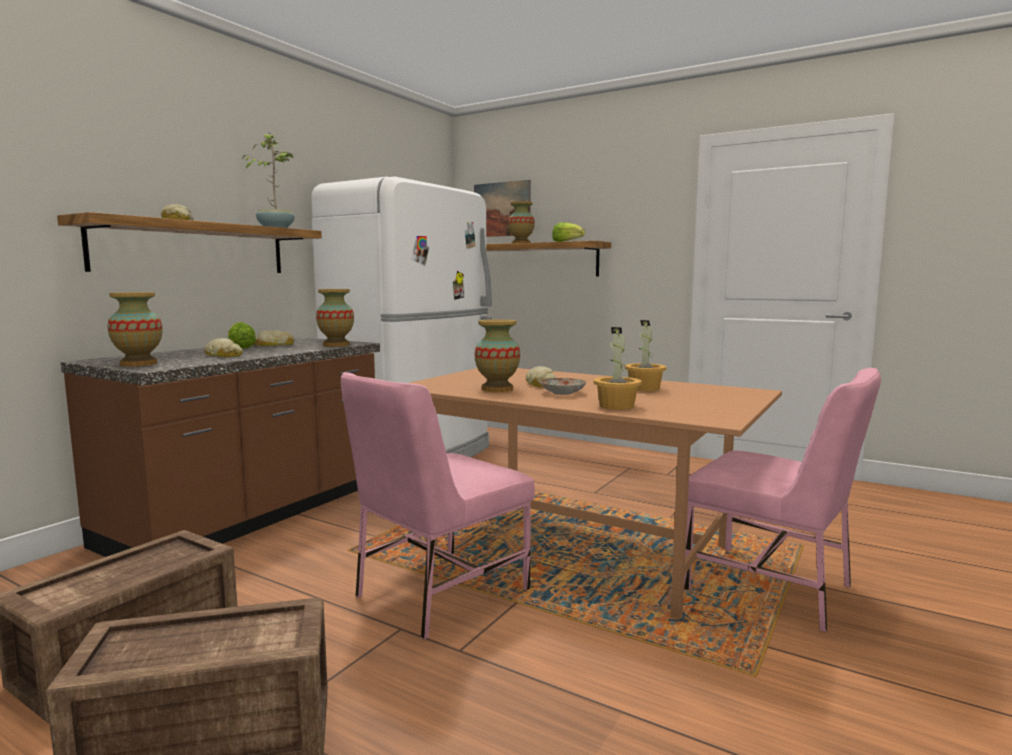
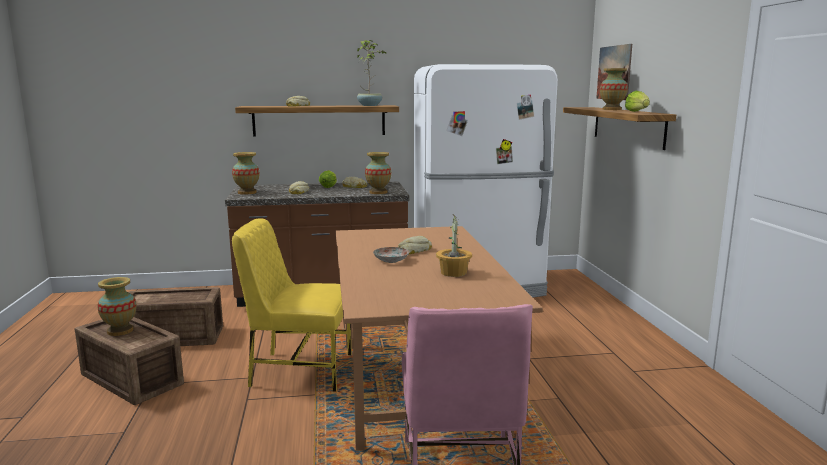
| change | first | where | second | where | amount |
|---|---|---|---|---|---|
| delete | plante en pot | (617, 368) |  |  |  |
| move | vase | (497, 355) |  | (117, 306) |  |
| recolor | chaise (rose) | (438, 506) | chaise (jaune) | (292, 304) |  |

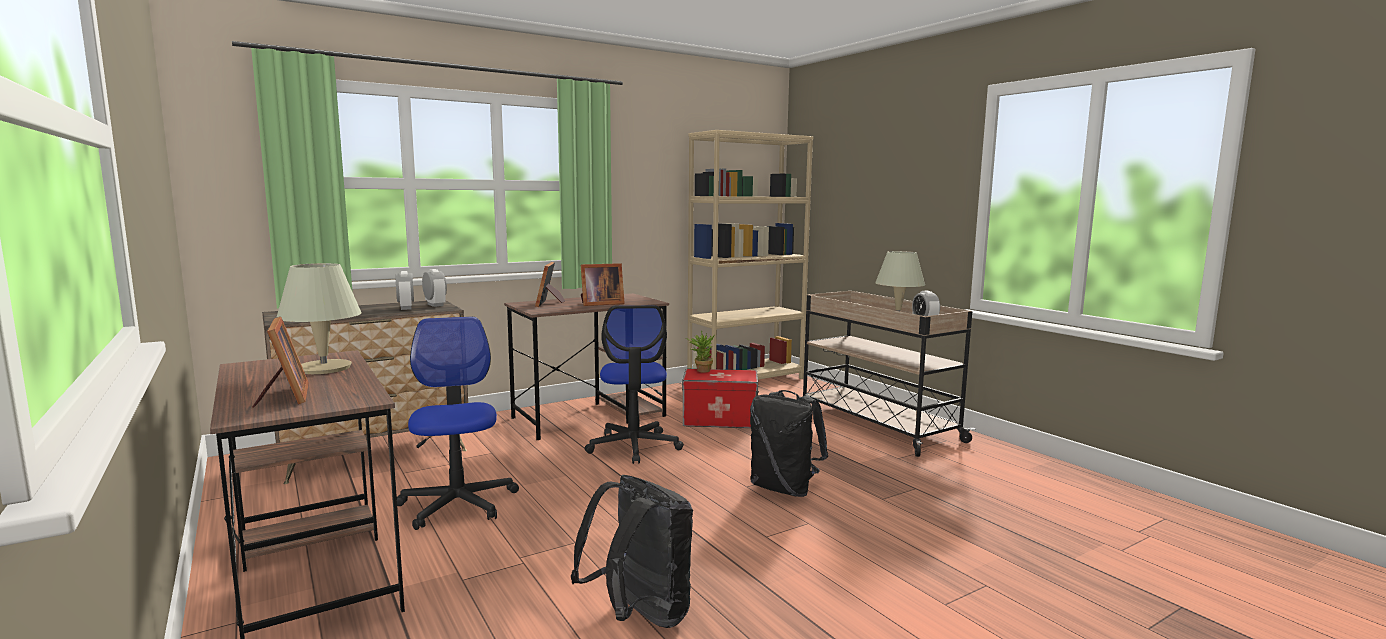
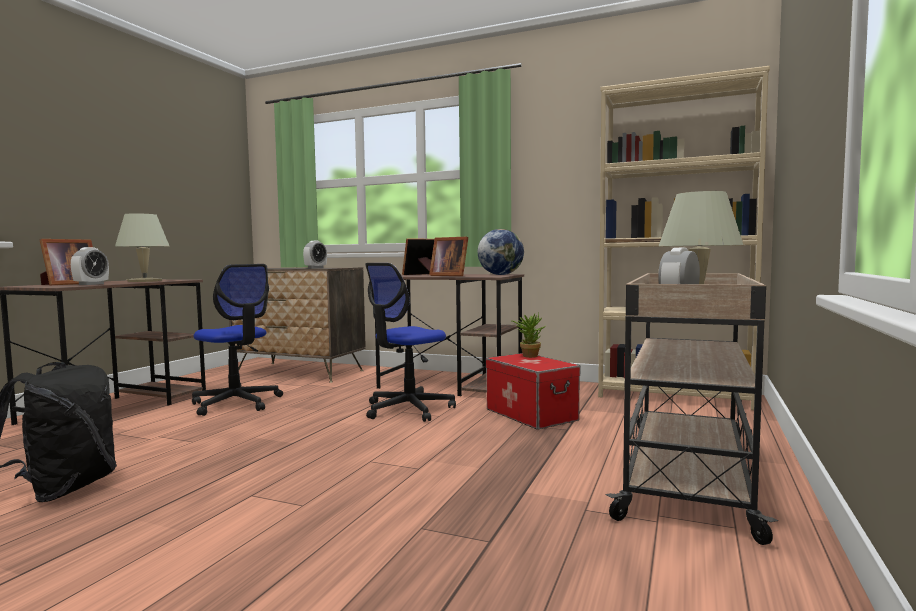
| change | first | where | second | where | amount |
|---|---|---|---|---|---|
| delete | sac à dos (noir) | (789, 443) |  |  |  |
| insert |  |  | globe | (501, 252) |  |
| move | réveil | (434, 288) |  | (90, 266) |  |
| rotate | chaise de bureau | (458, 423) |  | (237, 340) | 90 degrees clockwise |

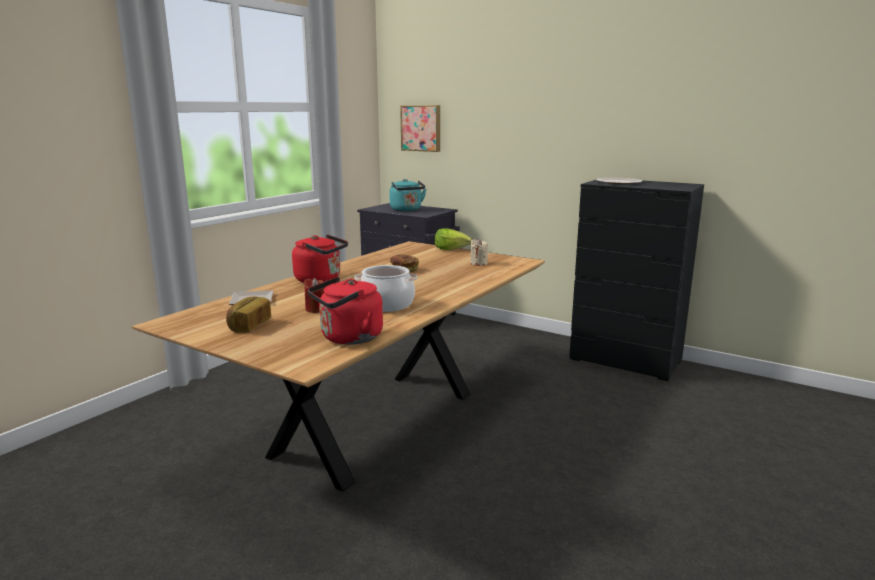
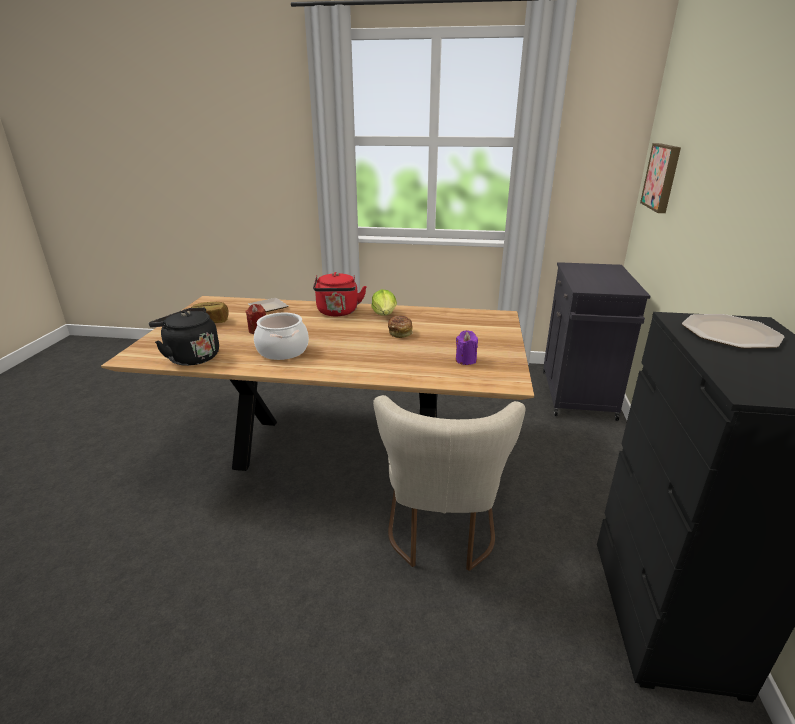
| change | first | where | second | where | amount |
|---|---|---|---|---|---|
| delete | bouilloire (turquoise) | (407, 195) |  |  |  |
| insert |  |  | chaise (beige) | (449, 483) |  |
| move | laitue | (453, 239) |  | (384, 302) |  |
| recolor | bouilloire (rouge) | (345, 311) | bouilloire (noir) | (184, 336) |  |
| recolor | bougie (beige) | (479, 252) | bougie (violet) | (467, 347) |  |

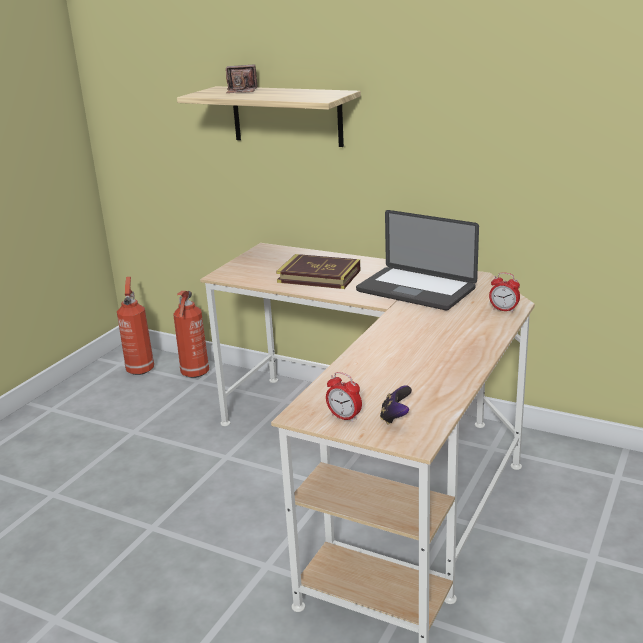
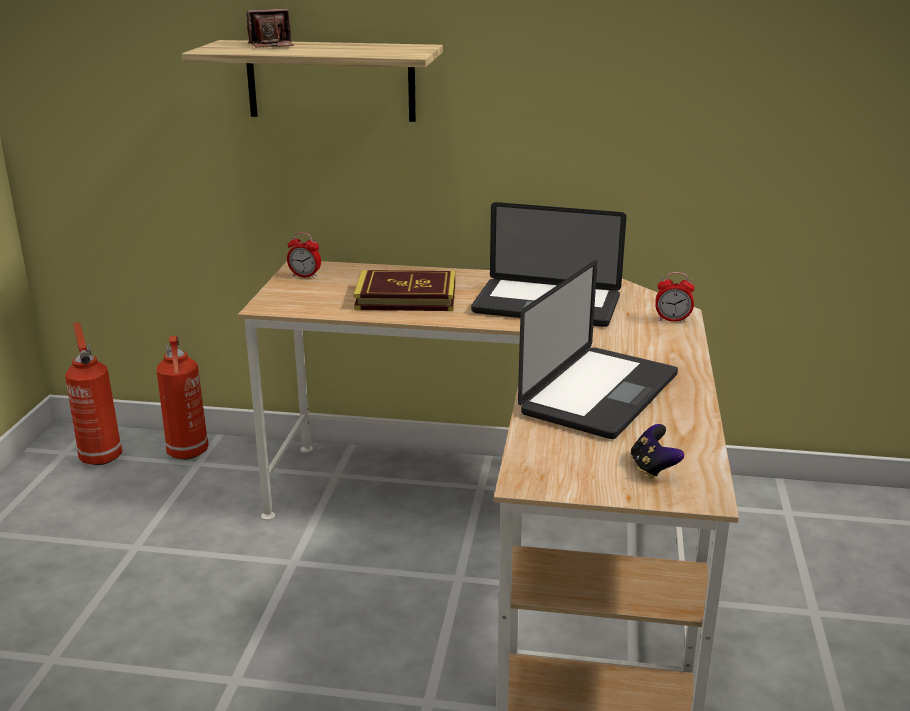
| change | first | where | second | where | amount |
|---|---|---|---|---|---|
| insert |  |  | ordinateur portable | (598, 349) |  |
| move | réveil | (344, 397) |  | (304, 255) |  |

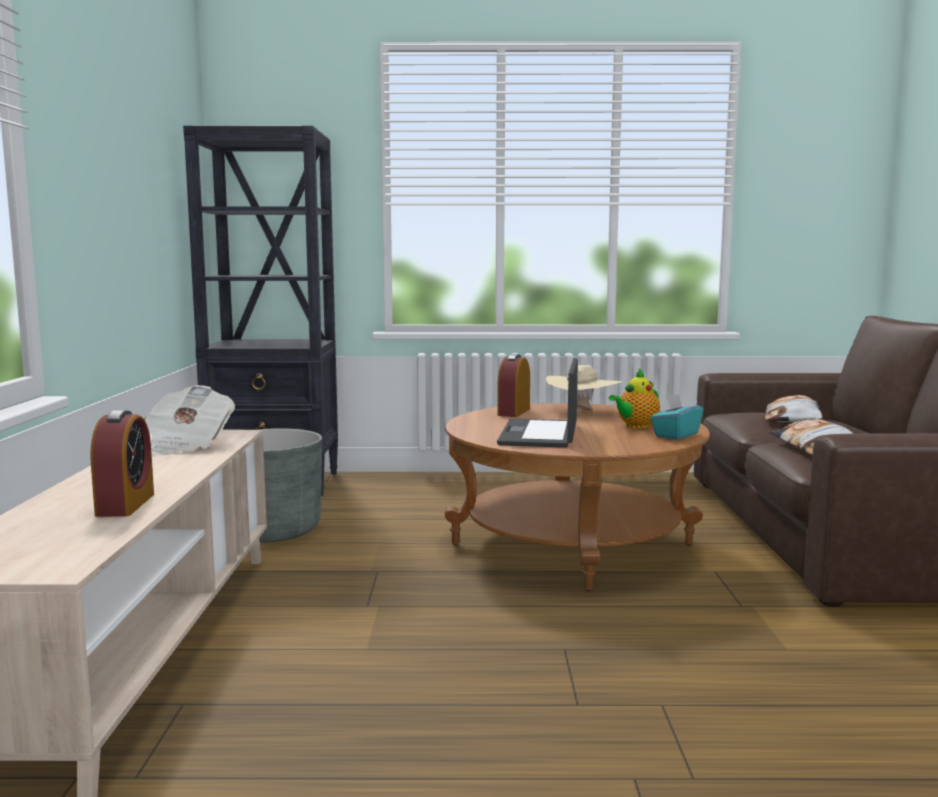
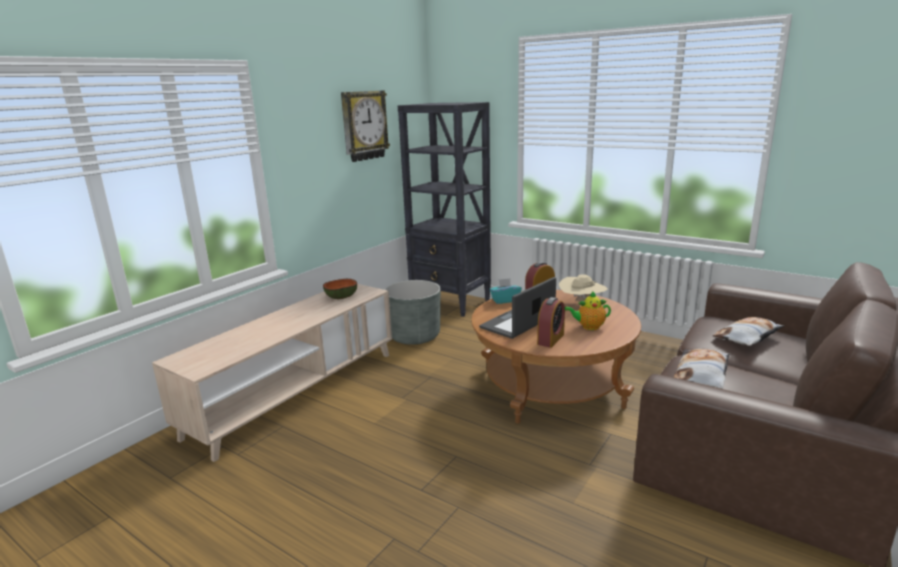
| change | first | where | second | where | amount |
|---|---|---|---|---|---|
| insert |  |  | horloge murale | (365, 126) |  |
| move | réveil | (122, 463) |  | (551, 322) |  |
| move | boîte à mouchoirs (turquoise) | (677, 417) |  | (506, 291) |  |
| replace | journal | (189, 420) | bol | (340, 289) |  |

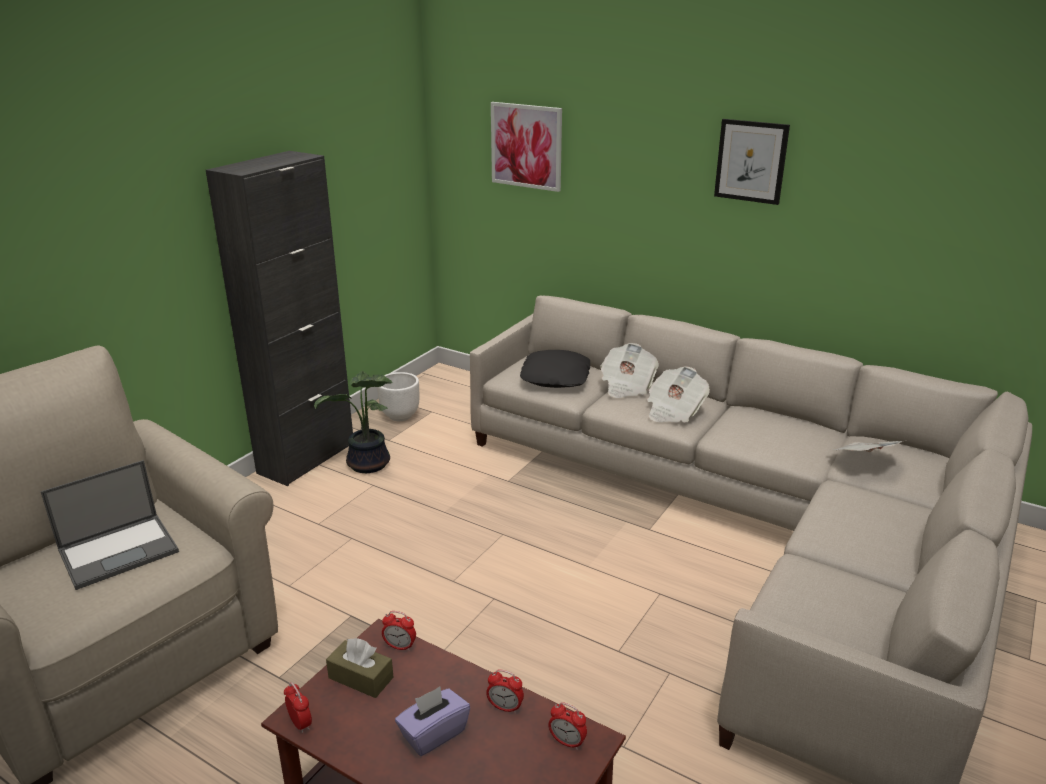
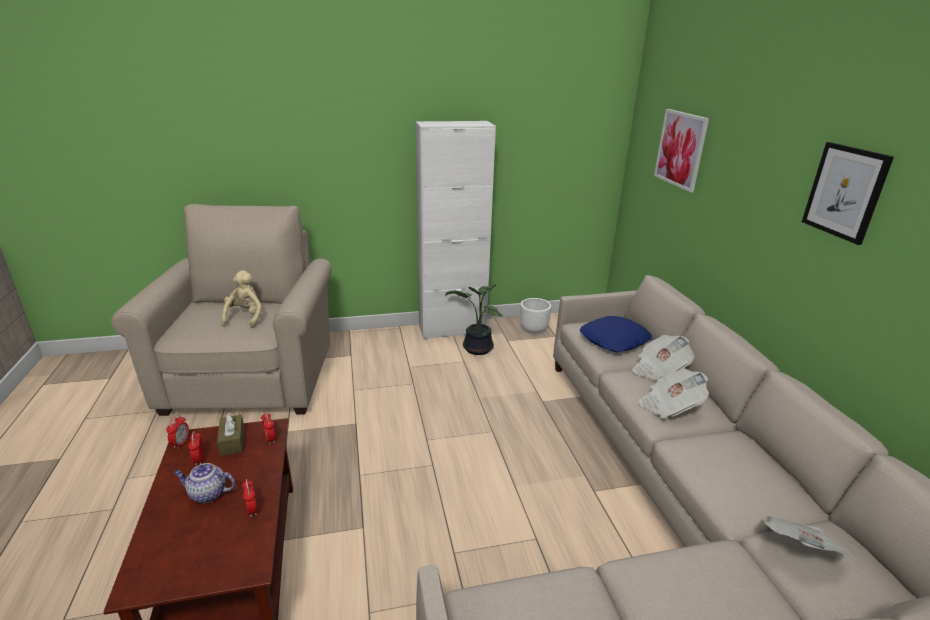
| change | first | where | second | where | amount |
|---|---|---|---|---|---|
| move | réveil | (567, 725) |  | (196, 448) |  |
| replace | ordinateur portable | (109, 525) | peluche (beige) | (241, 299) |  |
| replace | boîte à mouchoirs (violet) | (432, 721) | théière | (204, 483) |  |
| recolor | meuble de rangement (noir) | (279, 318) | meuble de rangement (blanc) | (456, 230) |  |
| recolor | coussin (noir) | (555, 369) | coussin (bleu) | (616, 334) |  |

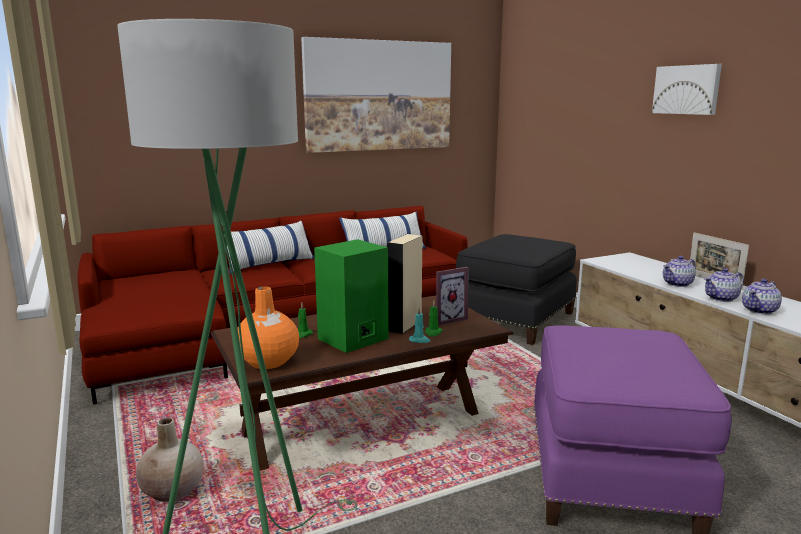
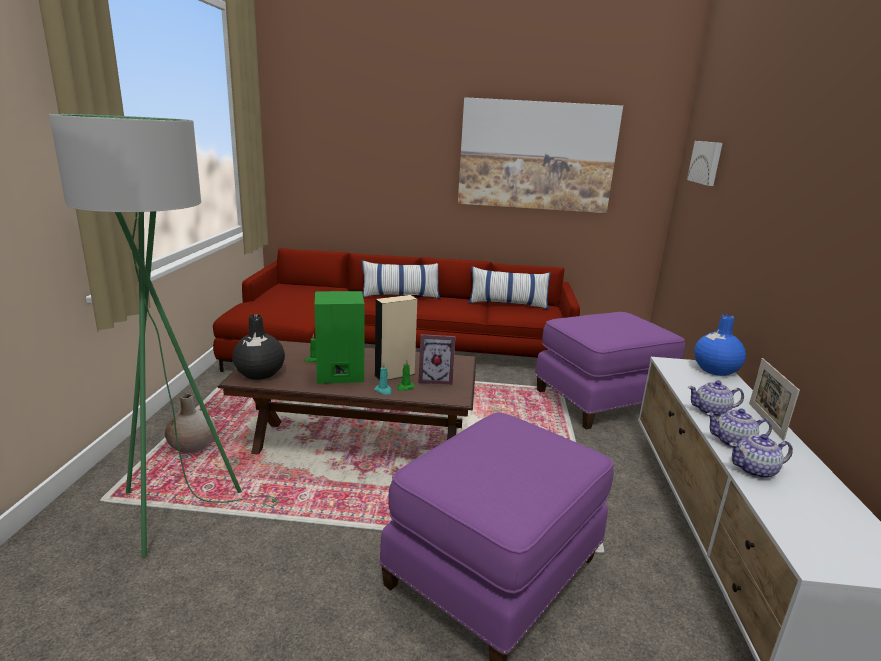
| change | first | where | second | where | amount |
|---|---|---|---|---|---|
| insert |  |  | vase (bleu) | (720, 345) |  |
| move | tableau | (687, 89) |  | (705, 163) |  |
| recolor | vase (orange) | (268, 327) | vase (noir) | (258, 347) |  |
| recolor | pouf (noir) | (516, 289) | pouf (violet) | (610, 370) |  |

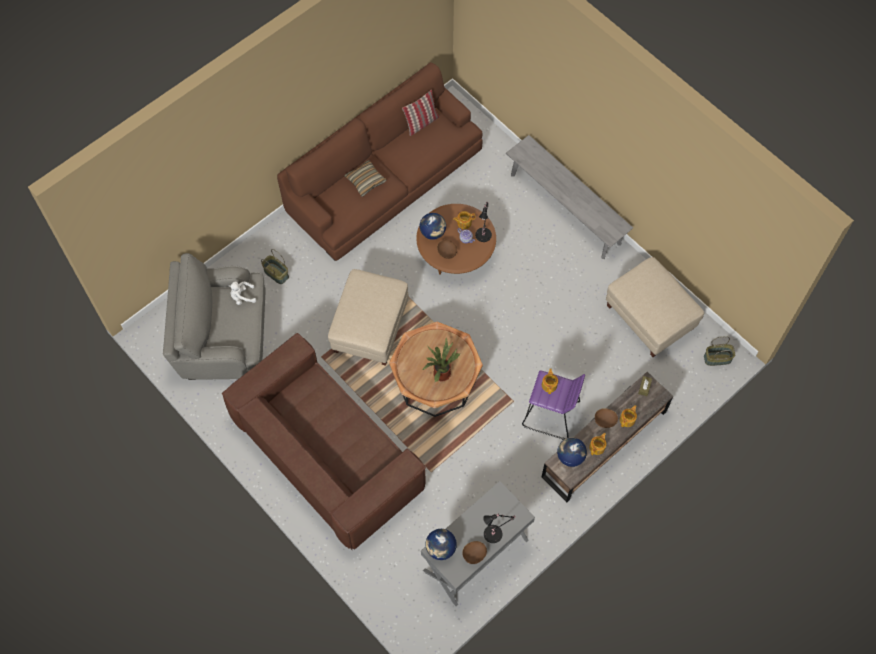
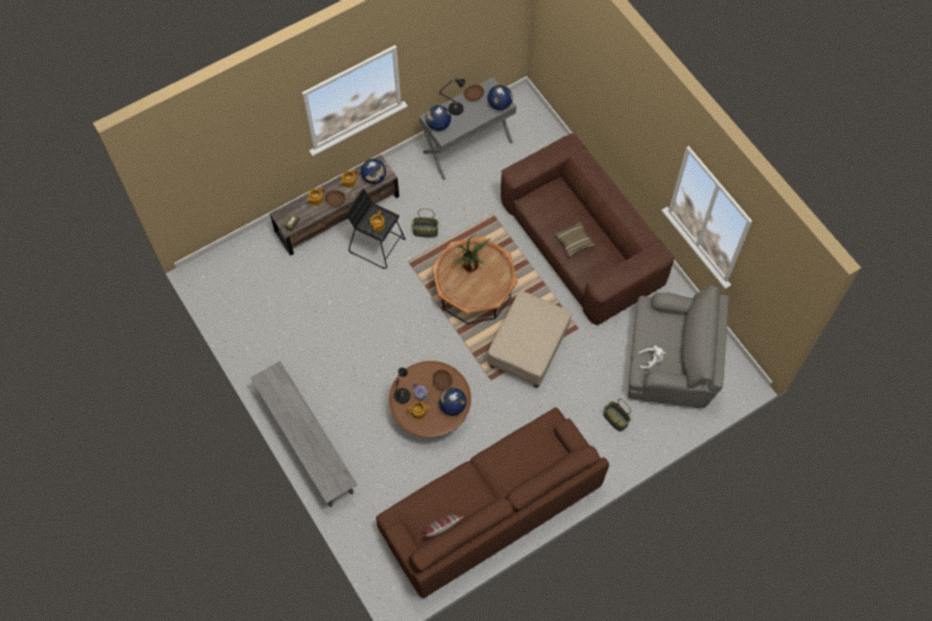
| change | first | where | second | where | amount |
|---|---|---|---|---|---|
| delete | pouf (beige) | (655, 307) |  |  |  |
| insert |  |  | globe | (438, 118) |  |
| move | coussin | (365, 178) |  | (575, 239) |  |
| move | panier | (719, 351) |  | (425, 223) |  |
| recolor | tabouret (violet) | (553, 405) | tabouret (noir) | (375, 229) |  |

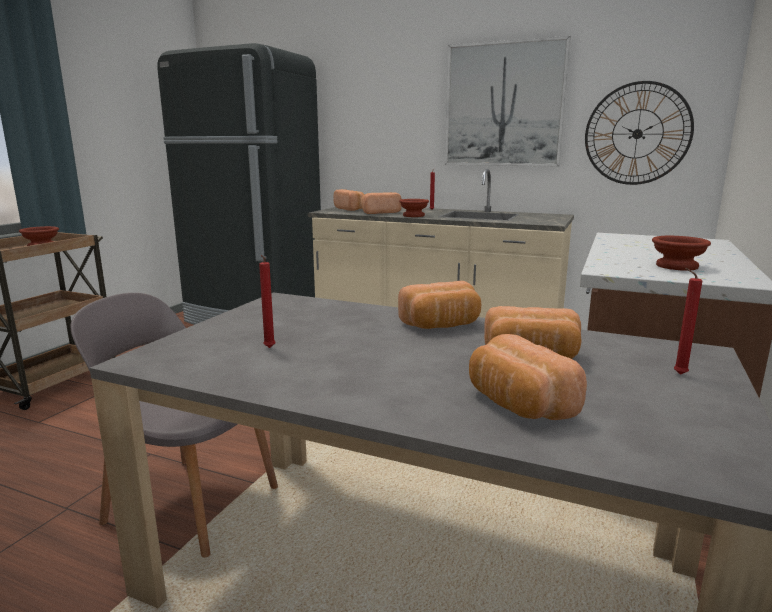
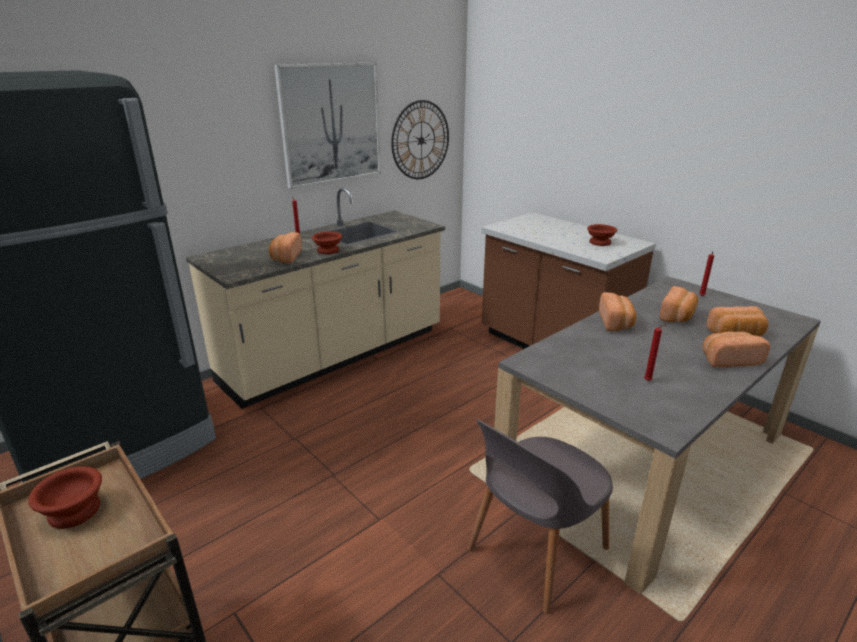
| change | first | where | second | where | amount |
|---|---|---|---|---|---|
| move | pain | (349, 200) |  | (736, 349) |  |

